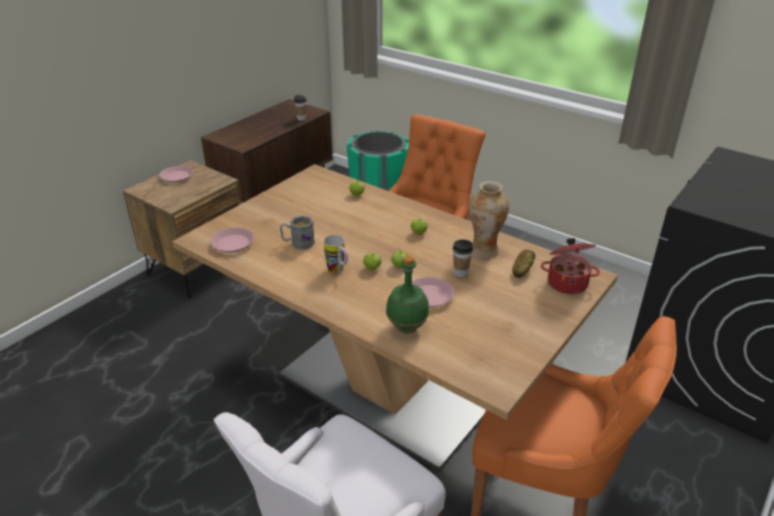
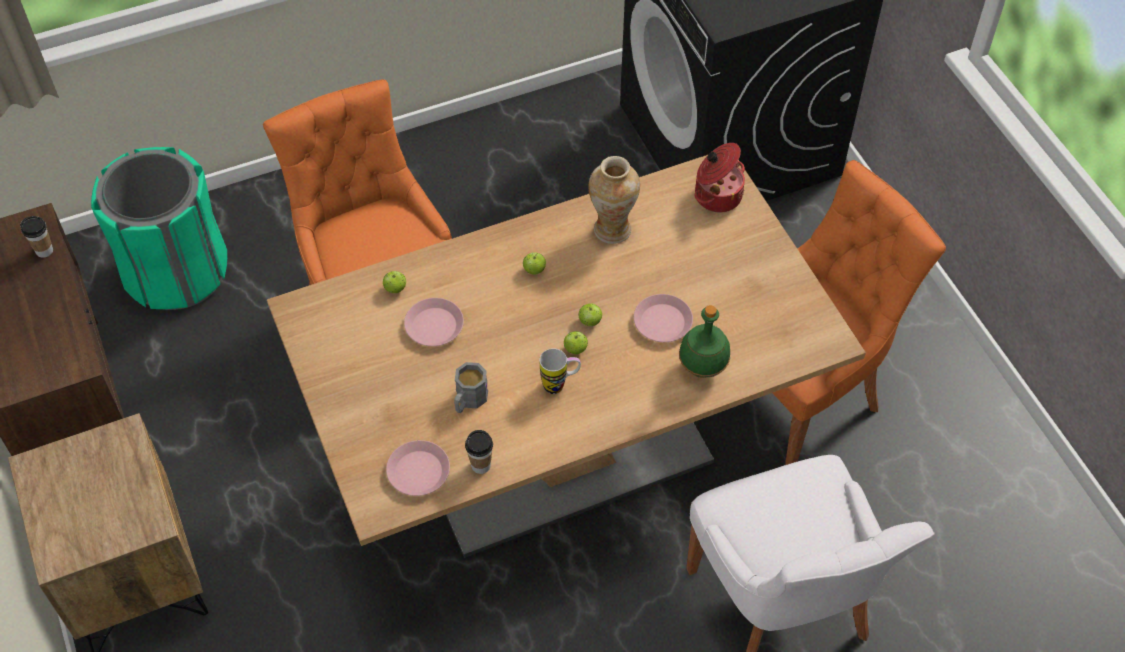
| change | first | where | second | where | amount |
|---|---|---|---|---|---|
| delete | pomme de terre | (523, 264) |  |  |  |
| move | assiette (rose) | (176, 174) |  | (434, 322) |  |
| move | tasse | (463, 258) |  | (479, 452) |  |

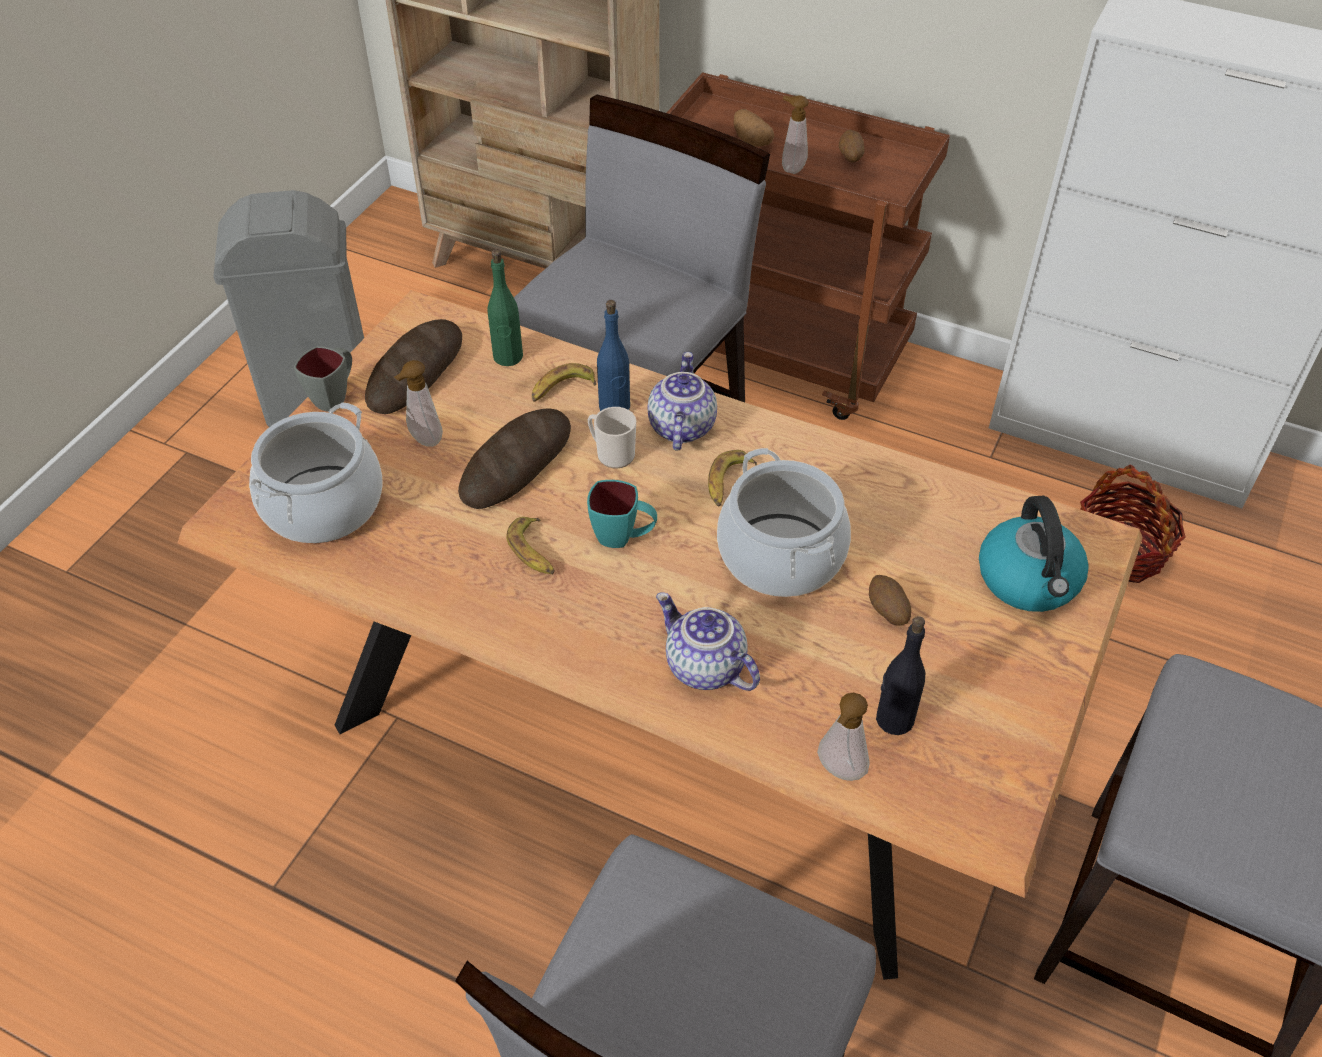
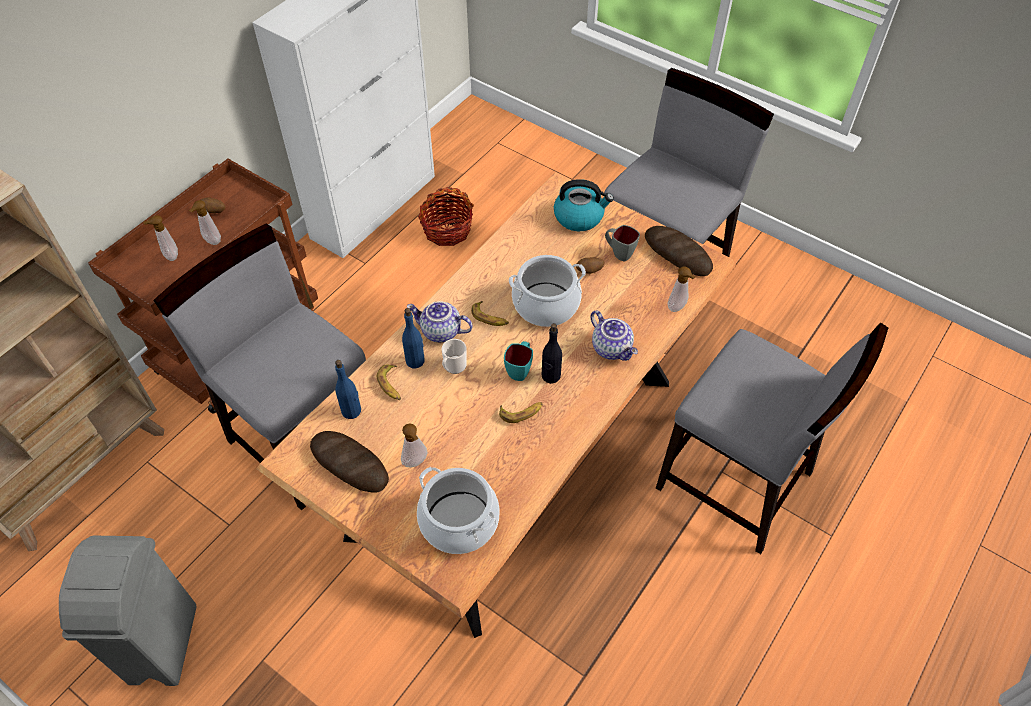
| change | first | where | second | where | amount |
|---|---|---|---|---|---|
| move | mug (gris) | (323, 379) |  | (622, 243) |  |
| move | pain | (514, 459) |  | (679, 251) |  |
| move | bouteille (noir) | (900, 675) |  | (552, 353) |  |
| replace | pomme de terre | (753, 128) | distributeur de savon | (160, 238) |  |
| recolor | bouteille (vert) | (505, 307) | bouteille (bleu) | (348, 389) |  |
| rotate | théière | (708, 641) |  | (614, 335) | 90 degrees counterclockwise |

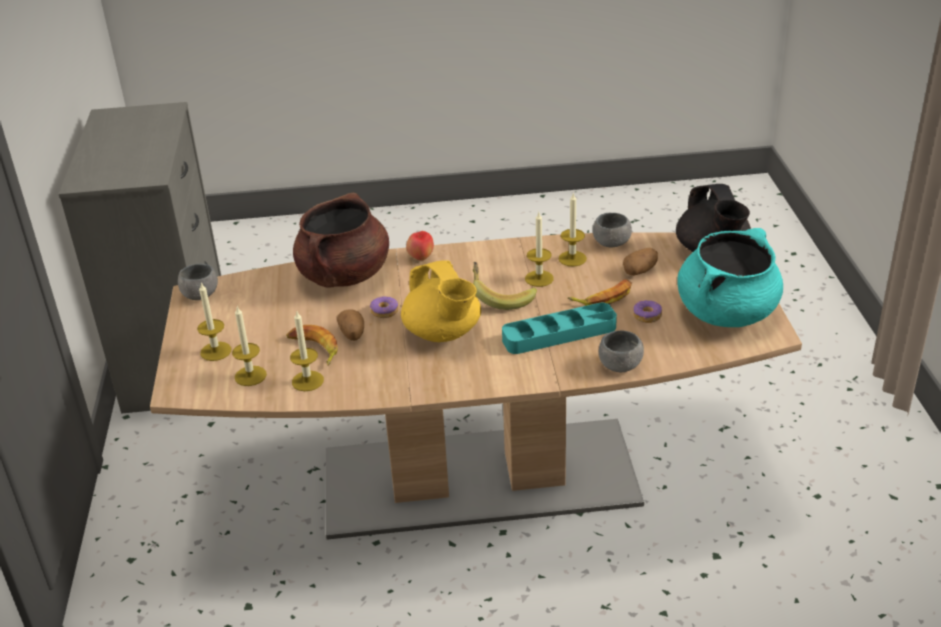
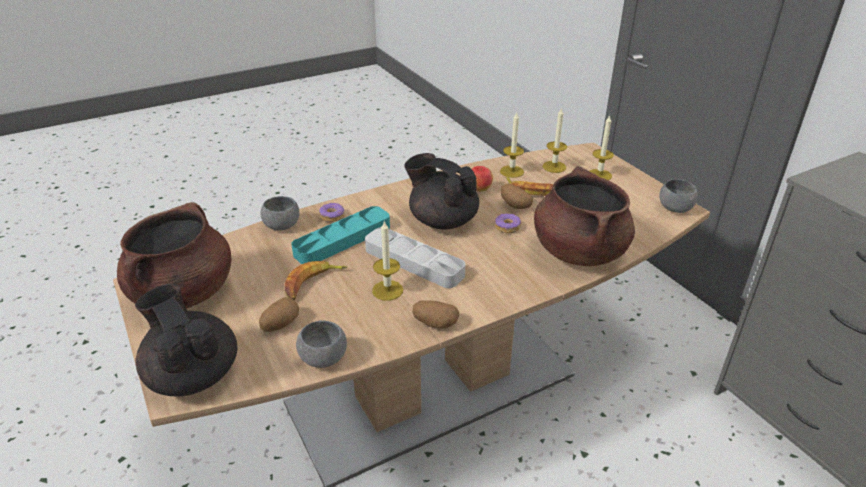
| change | first | where | second | where | amount |
|---|---|---|---|---|---|
| delete | bougie | (572, 229) |  |  |  |
| insert |  |  | pomme de terre | (436, 314) |  |
| move | pomme | (420, 246) |  | (482, 179) |  |
| move | beignet | (647, 311) |  | (332, 212) |  |
| replace | banane | (505, 286) | plateau (gris) | (415, 257) |  |
| recolor | théière (jaune) | (441, 301) | théière (noir) | (442, 191) |  |
| recolor | marmite (turquoise) | (730, 277) | marmite (marron) | (174, 255) |  |

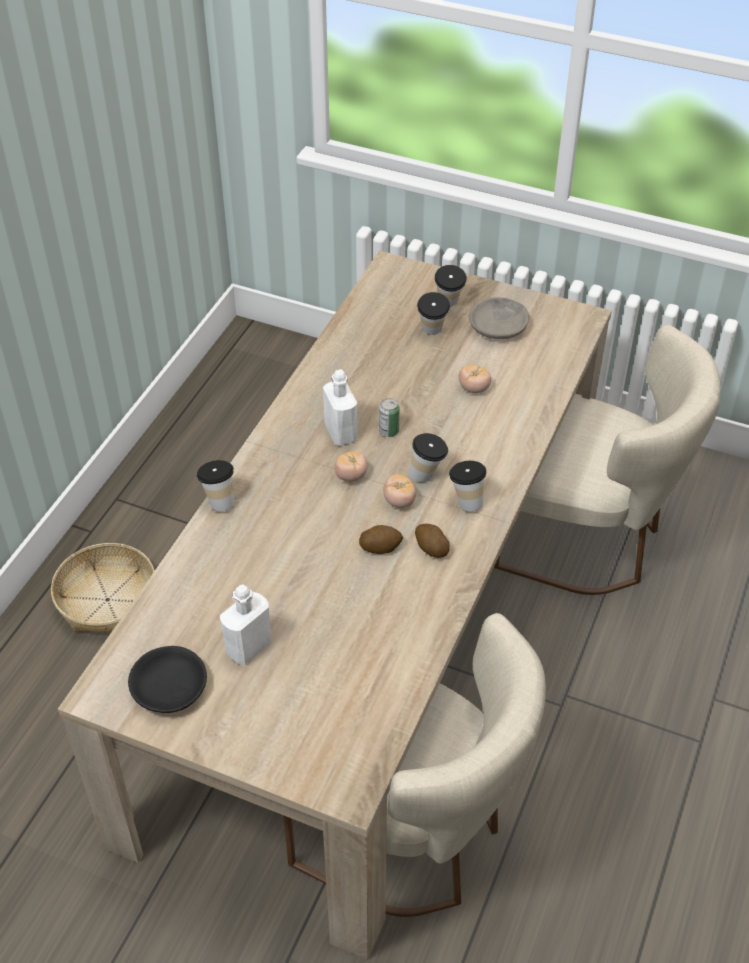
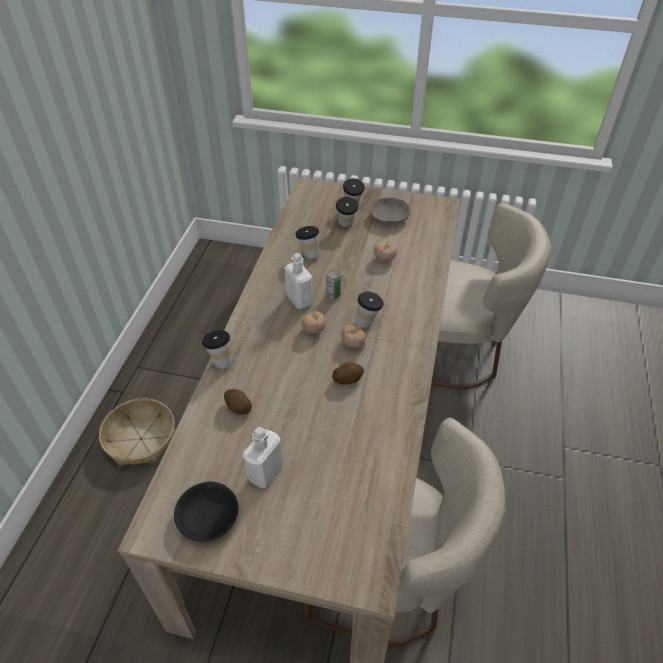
| change | first | where | second | where | amount |
|---|---|---|---|---|---|
| move | pomme de terre | (432, 541) |  | (238, 402) |  |
| move | tasse | (468, 486) |  | (307, 242) |  |

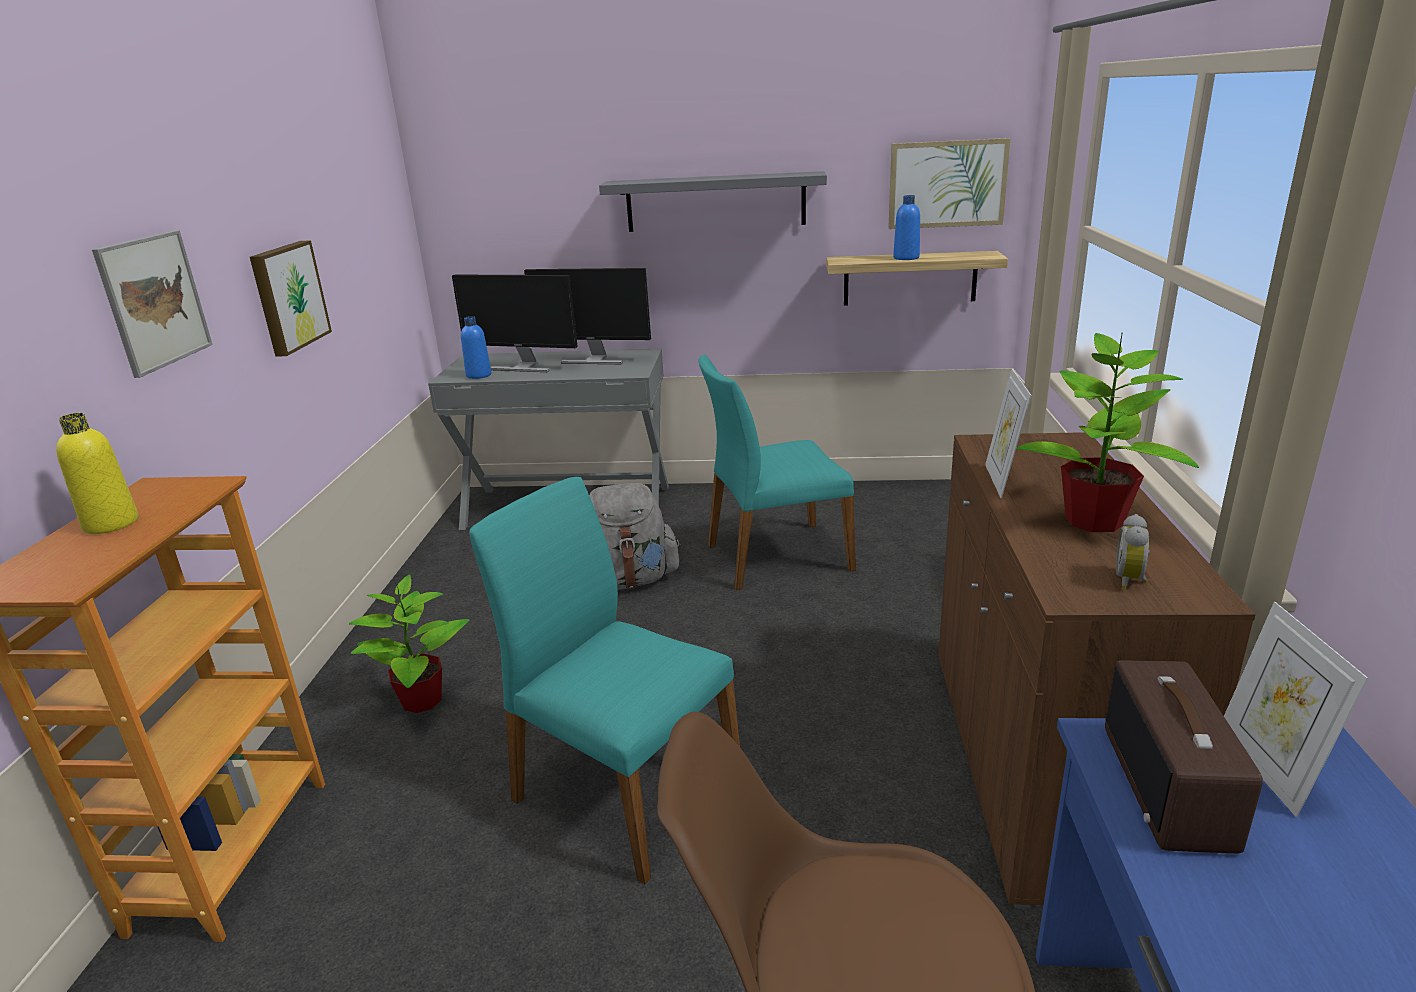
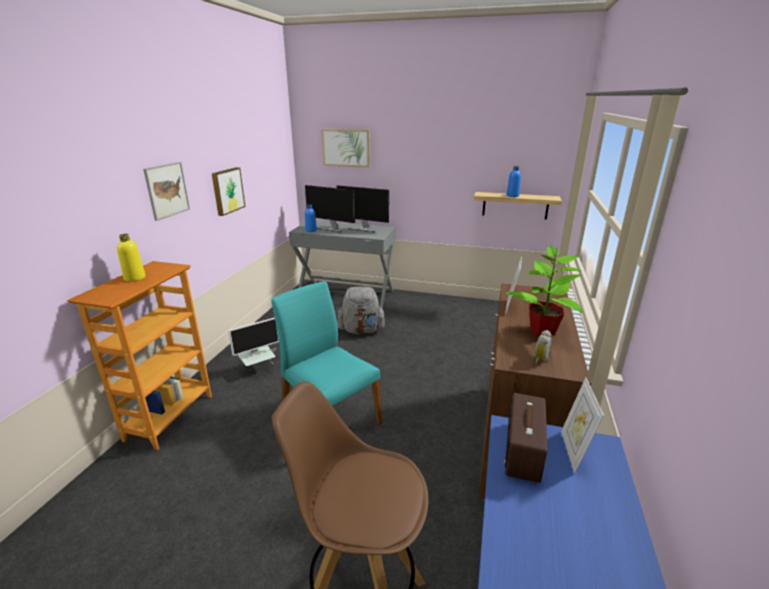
| change | first | where | second | where | amount |
|---|---|---|---|---|---|
| delete | étagère (gris) | (713, 201) |  |  |  |
| delete | chaise (turquoise) | (777, 472) |  |  |  |
| move | tableau | (949, 183) |  | (345, 148) |  |
| replace | plante en pot | (409, 643) | écran d'ordinateur | (253, 341) |  |

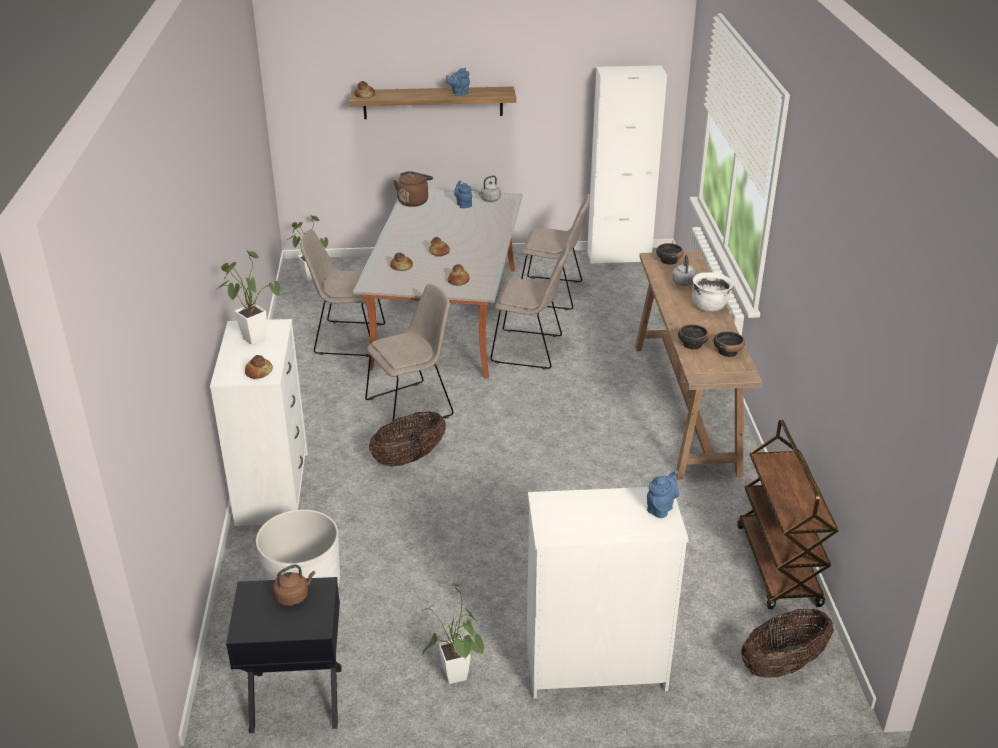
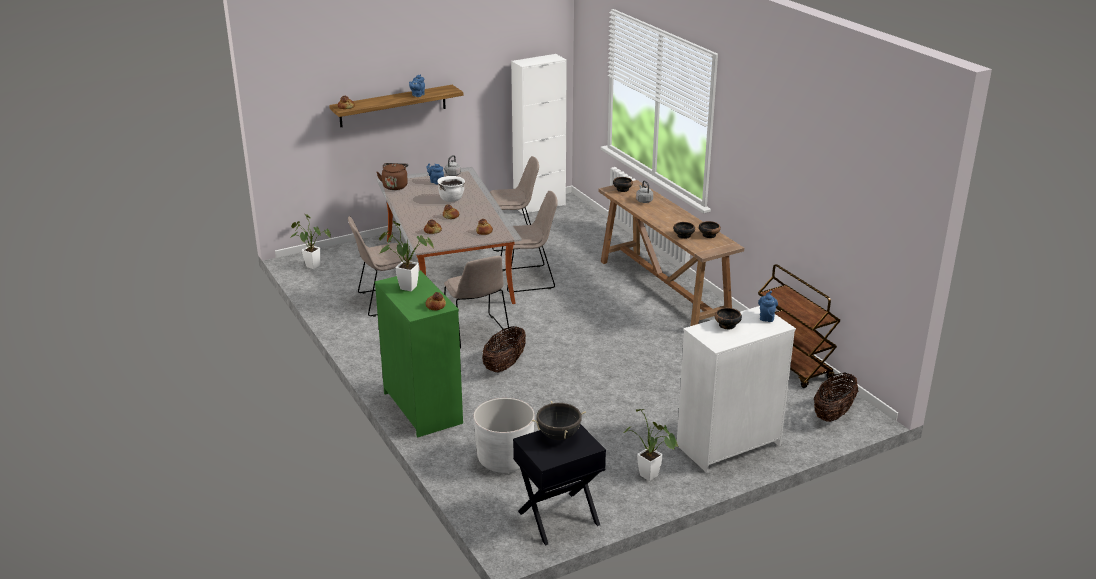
| change | first | where | second | where | amount |
|---|---|---|---|---|---|
| insert |  |  | bol | (728, 318) |  |
| move | marmite (blanc) | (712, 292) |  | (451, 189) |  |
| replace | bouilloire (marron) | (294, 585) | marmite (noir) | (559, 420) |  |
| recolor | commode (blanc) | (259, 422) | commode (vert) | (419, 354) |  |
| rotate | chaise (beige) | (409, 359) |  | (476, 302) | 120 degrees clockwise |

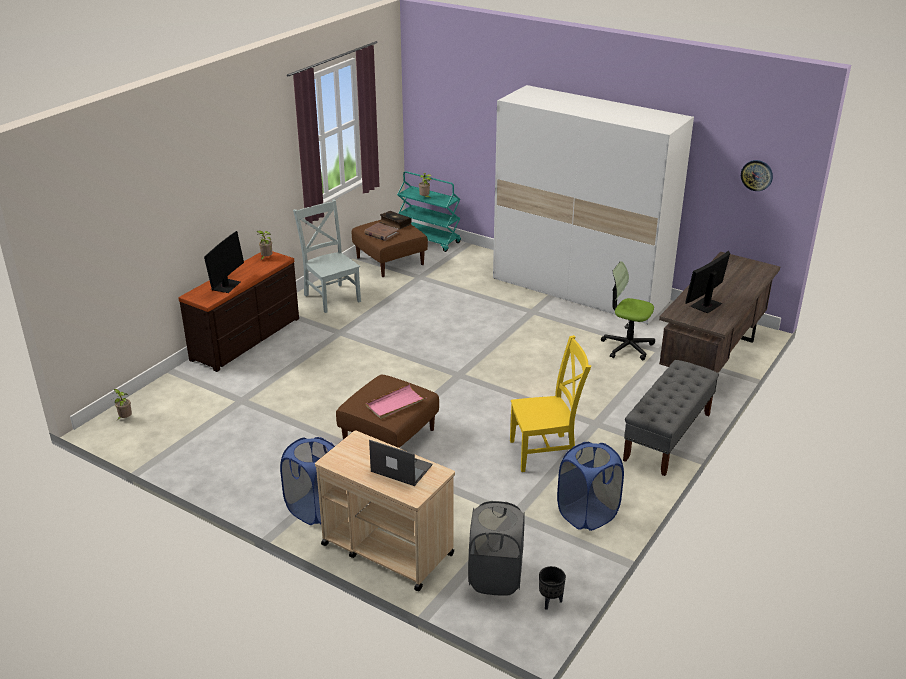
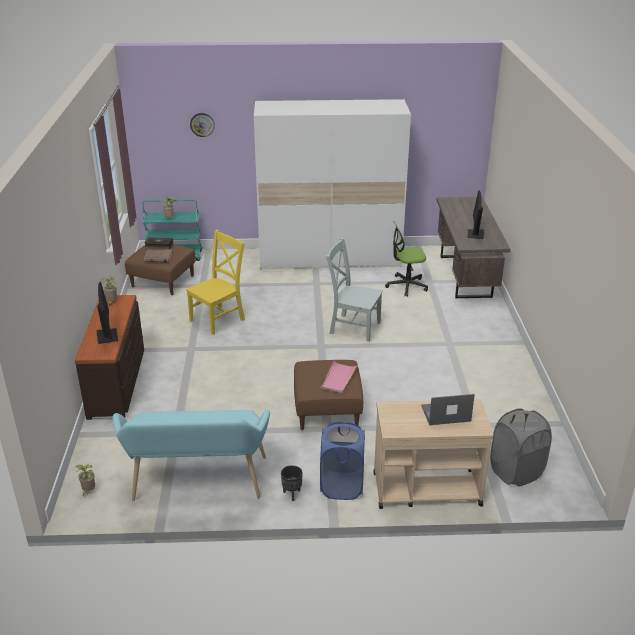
| change | first | where | second | where | amount |
|---|---|---|---|---|---|
| delete | panier à linge (bleu) | (590, 486) |  |  |  |
| delete | banc (gris) | (671, 418) |  |  |  |
| insert |  |  | banc (turquoise) | (191, 455) |  |
| move | chaise (gris) | (327, 256) |  | (354, 290) |  |
| move | chaise (jaune) | (550, 403) |  | (215, 282) |  |
| move | cache-pot (noir) | (552, 588) |  | (292, 483) |  |
| move | horloge murale | (757, 175) |  | (202, 125) |  |

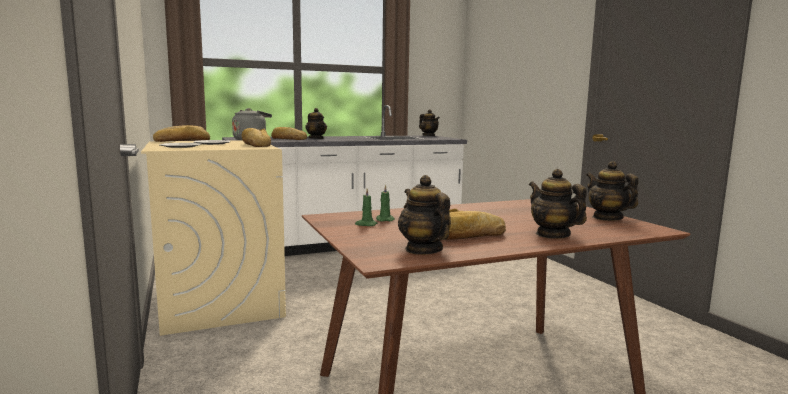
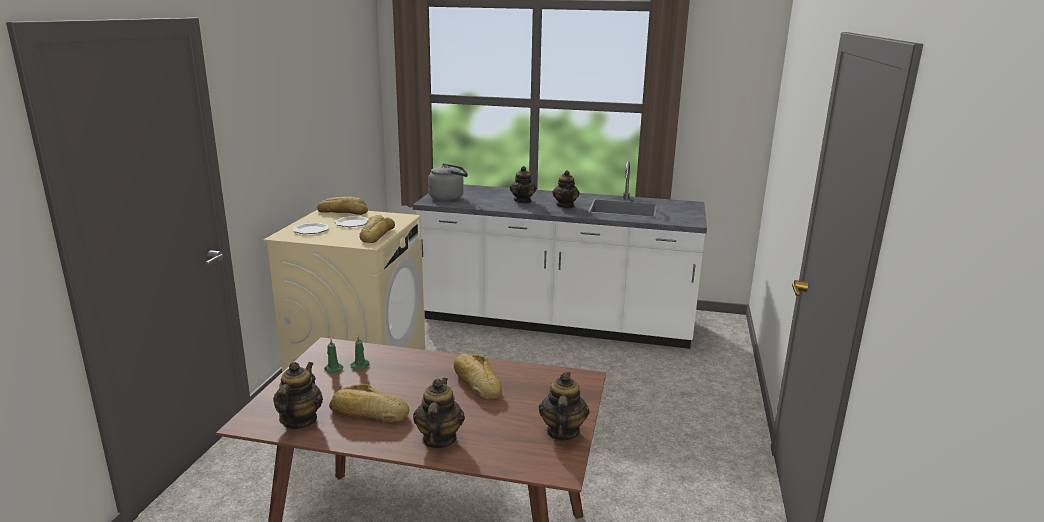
| change | first | where | second | where | amount |
|---|---|---|---|---|---|
| move | pain | (289, 133) |  | (478, 377) |  |
| move | théière | (429, 122) |  | (566, 189) |  |

